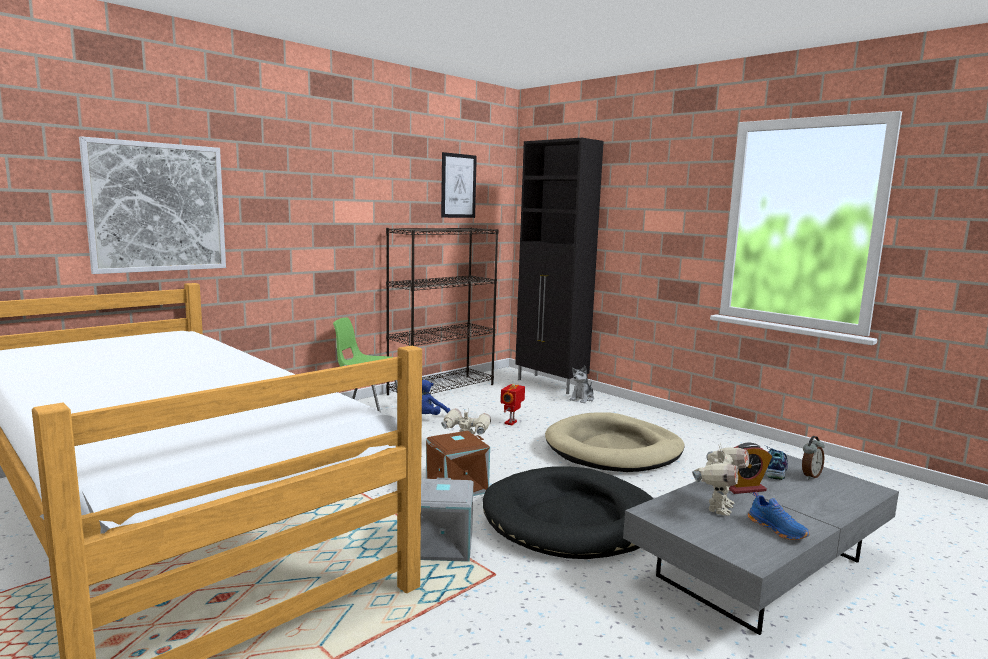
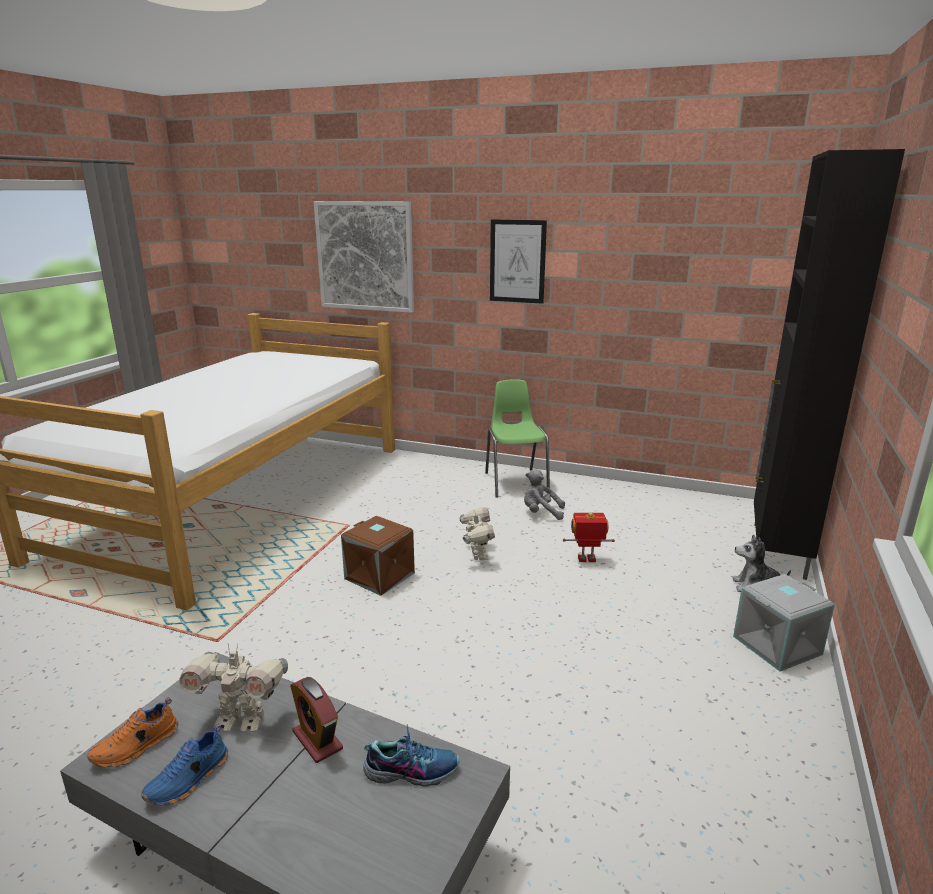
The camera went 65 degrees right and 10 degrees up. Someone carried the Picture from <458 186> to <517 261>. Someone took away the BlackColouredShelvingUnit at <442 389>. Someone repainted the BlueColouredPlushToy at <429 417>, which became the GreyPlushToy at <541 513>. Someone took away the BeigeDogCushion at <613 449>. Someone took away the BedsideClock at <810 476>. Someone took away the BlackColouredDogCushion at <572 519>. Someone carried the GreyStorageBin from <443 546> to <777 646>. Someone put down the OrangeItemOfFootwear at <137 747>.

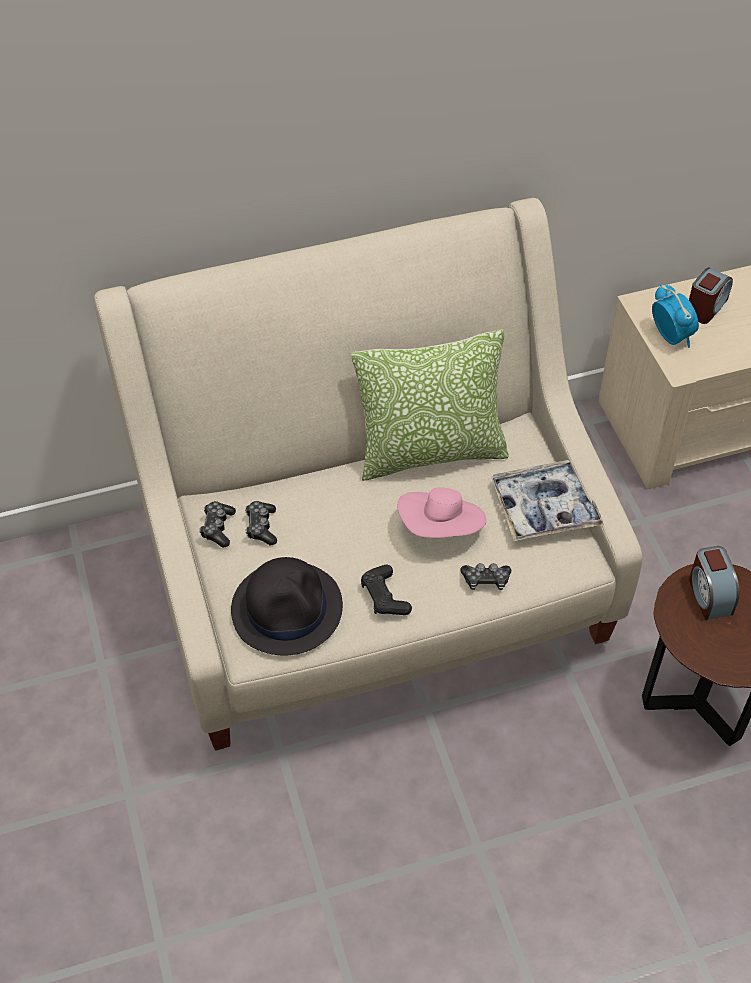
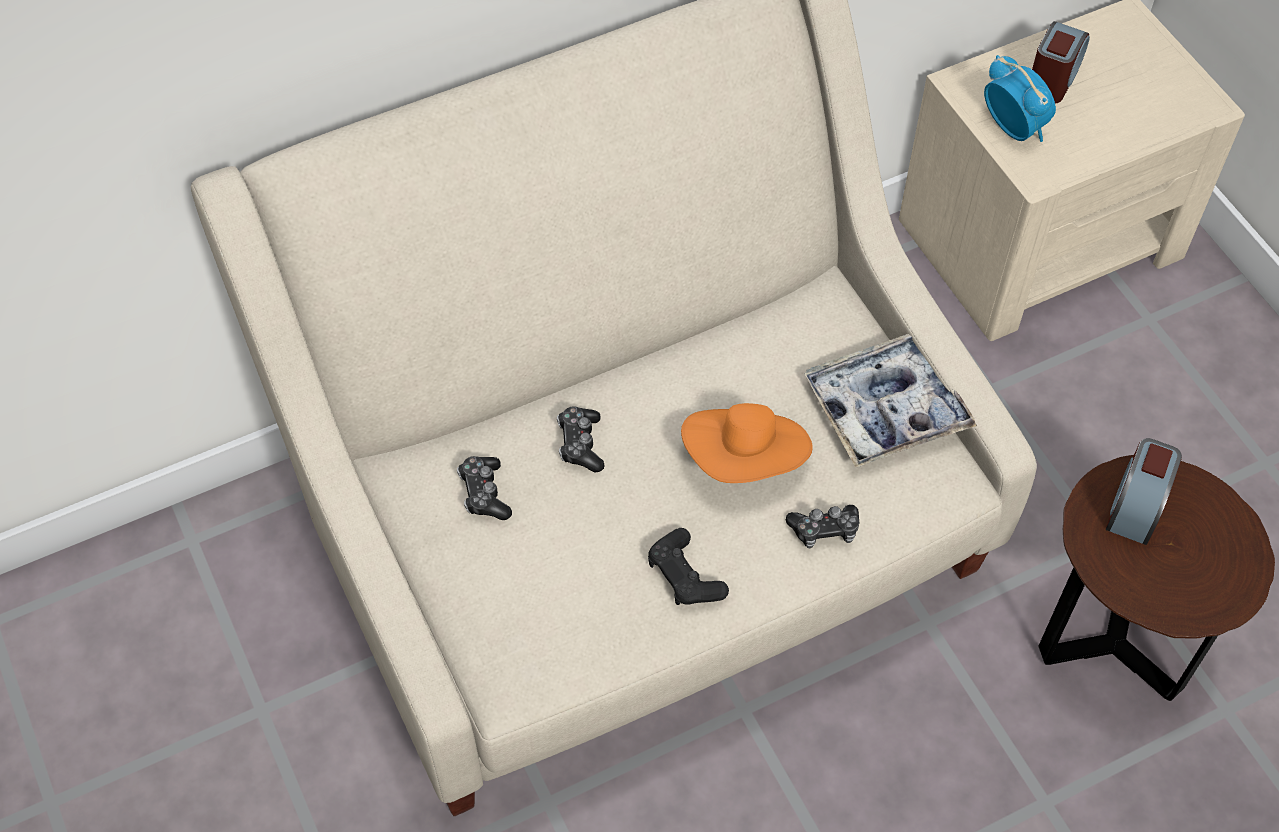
The camera went 10 degrees left and 5 degrees up. Someone took away the ThrowPillow at <430 452>. Someone repainted the PinkColouredClothingHat at <441 528>, which became the OrangeClothingHat at <746 459>. Someone carried the GameController from <218 528> to <580 444>. Someone rotated the BedsideClock at <709 595> by 45 degrees clockwise. Someone took away the BlackColouredClothingHat at <287 608>.

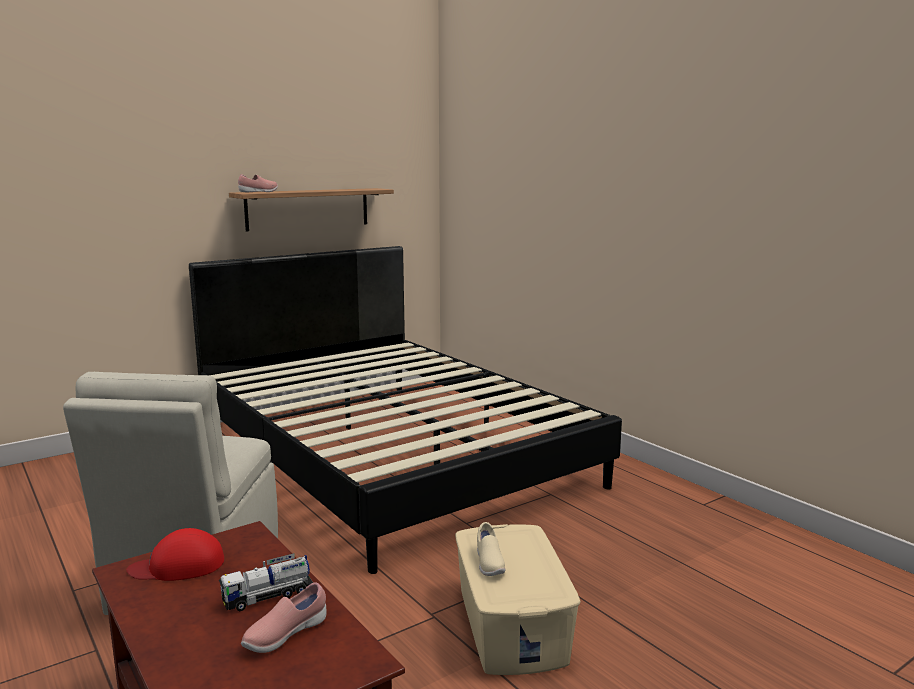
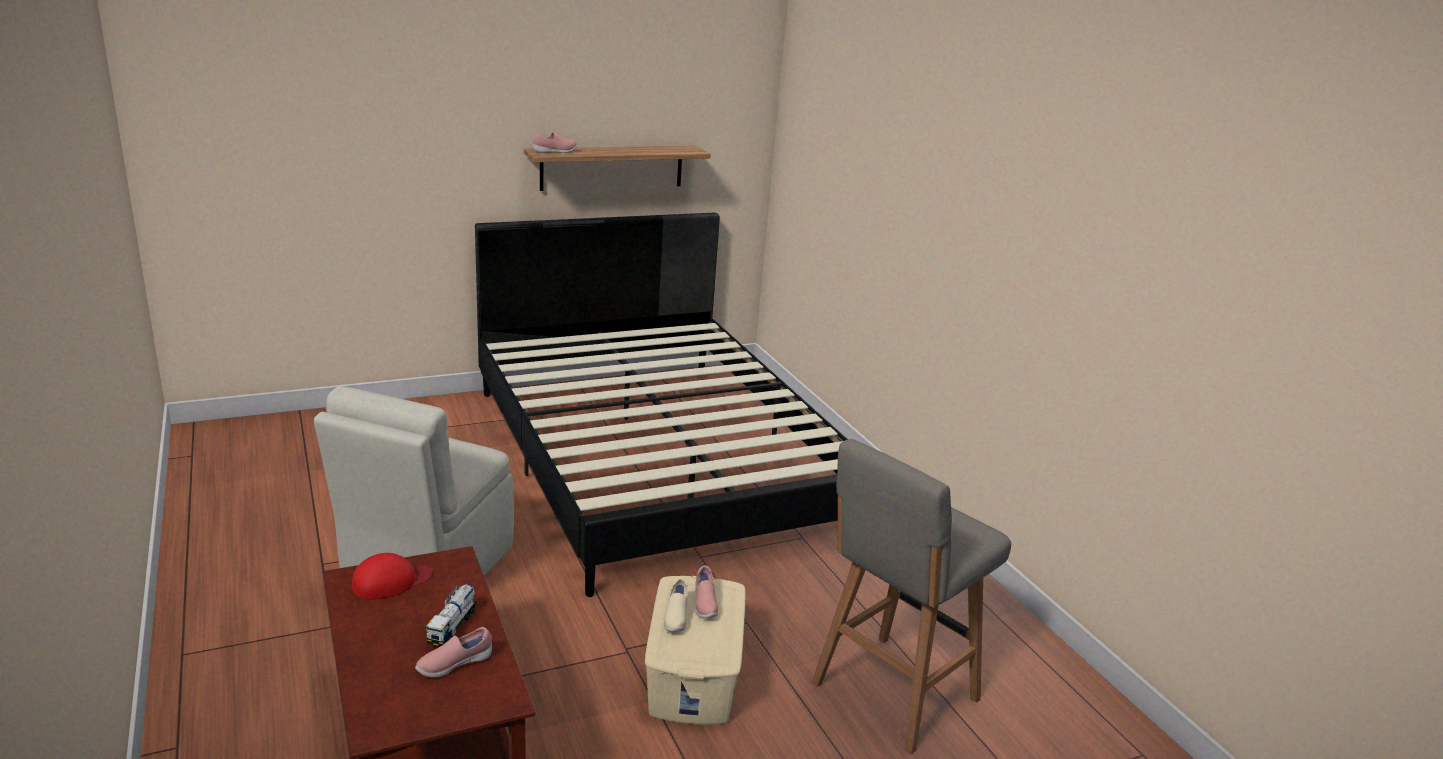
The camera went 10 degrees right and 10 degrees up. Someone rotated the RedBaseballCap at <178 566> by 150 degrees clockwise. Someone rotated the ModelTruck at <268 597> by 60 degrees counterclockwise. Someone put down the GreyStool at <891 694>. Someone put down the PinkColouredItemOfFootwear at <704 604>.

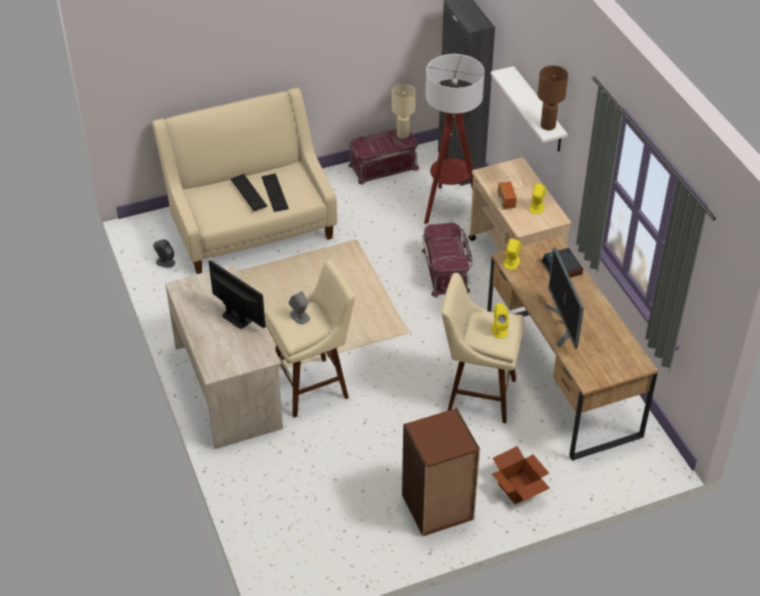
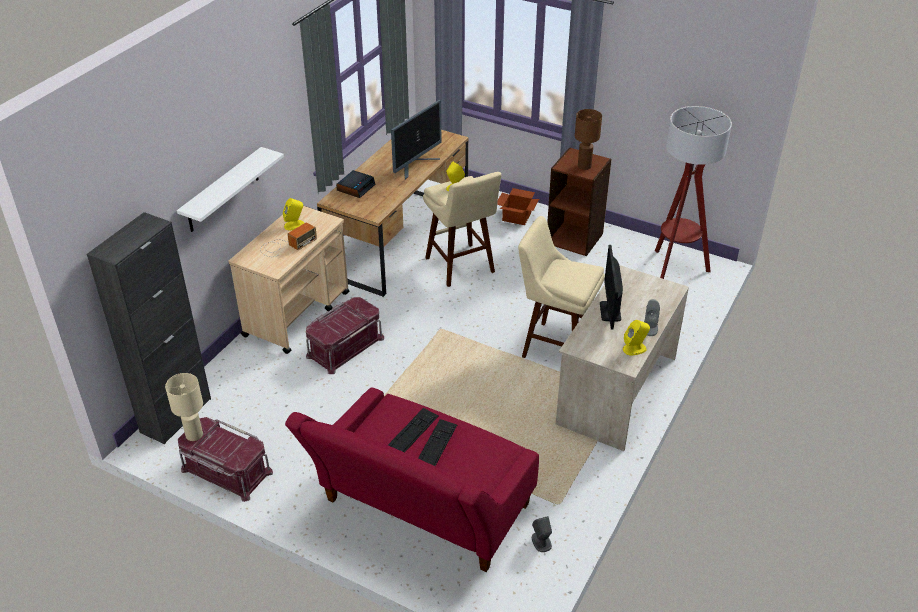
The camera went 130 degrees left and 5 degrees down. Someone carried the StandardLamp from <448 207> to <674 269>. Someone carried the BrownishTabletopLamp from <548 126> to <584 166>. Someone repainted the BeigeSettee at <251 227>, which became the RedSettee at <421 511>. Someone carried the YellowColouredSpeaker from <511 262> to <634 349>. Someone carried the GreySpeaker from <300 316> to <649 328>.

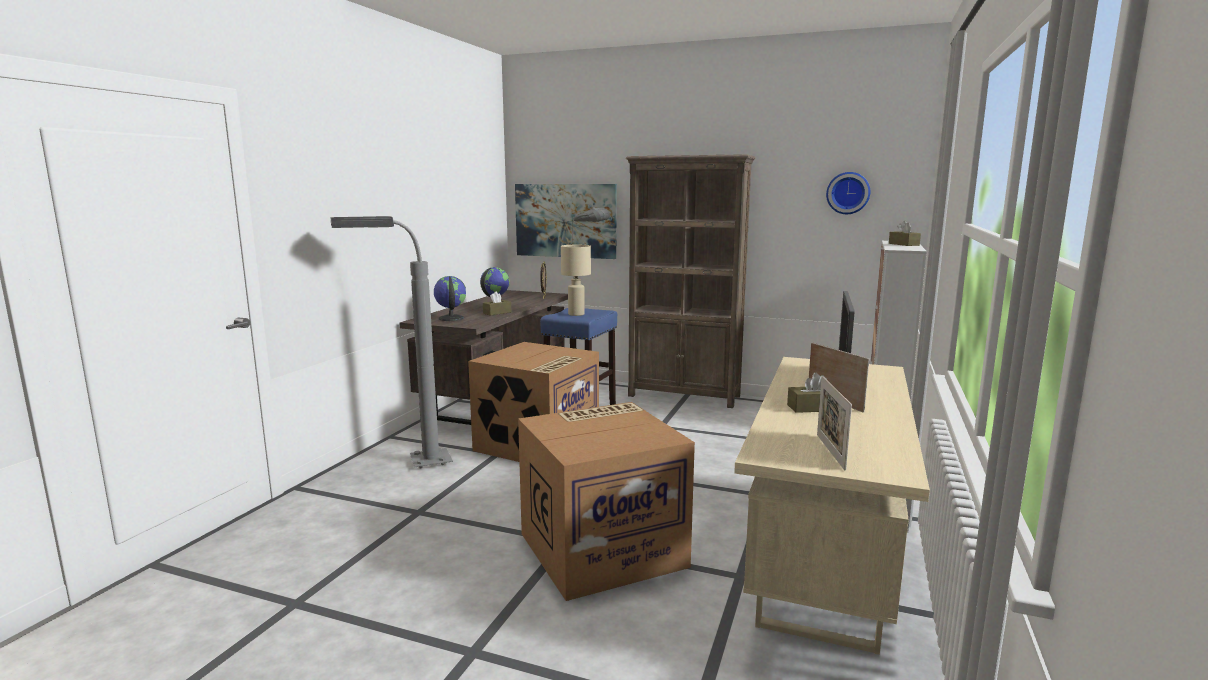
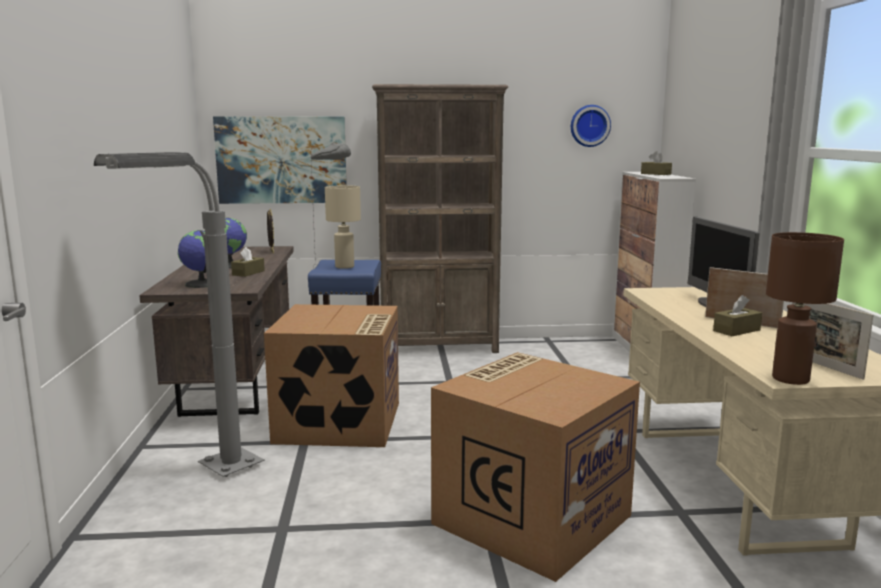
The camera went 25 degrees left and 0 degrees up. Someone put down the BrownishTabletopLamp at <791 379>.

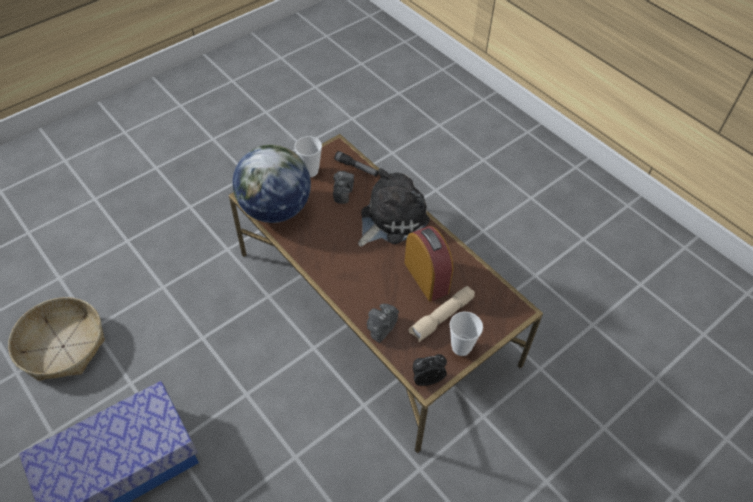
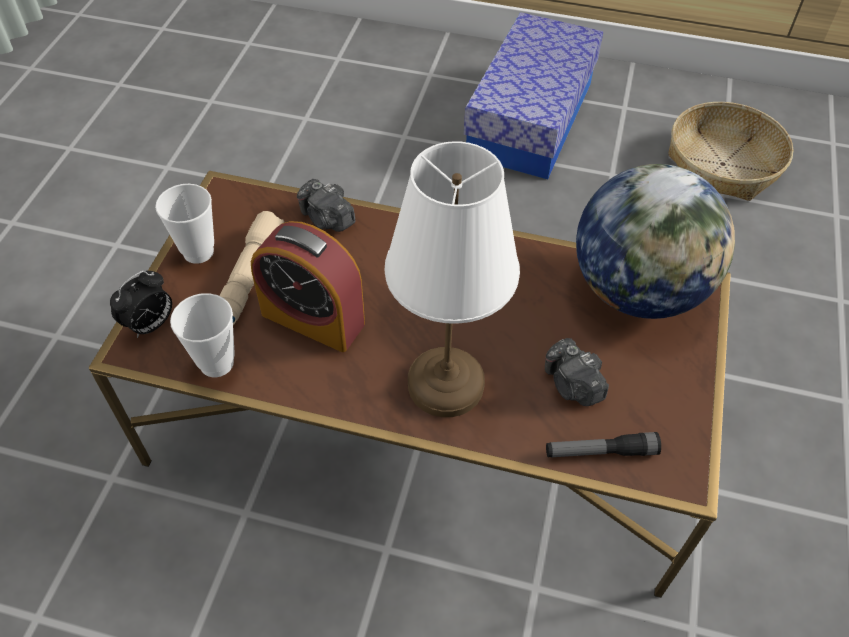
The camera went 145 degrees right and 0 degrees up. Someone carried the DrinkingCup from <310 171> to <217 363>. Someone swapped the PlushToy at <390 219> for the WhitishTabletopLamp at <447 383>. Someone rotated the StillCamera at <381 328> by 135 degrees clockwise. Someone carried the BedsideClock from <427 378> to <150 325>.

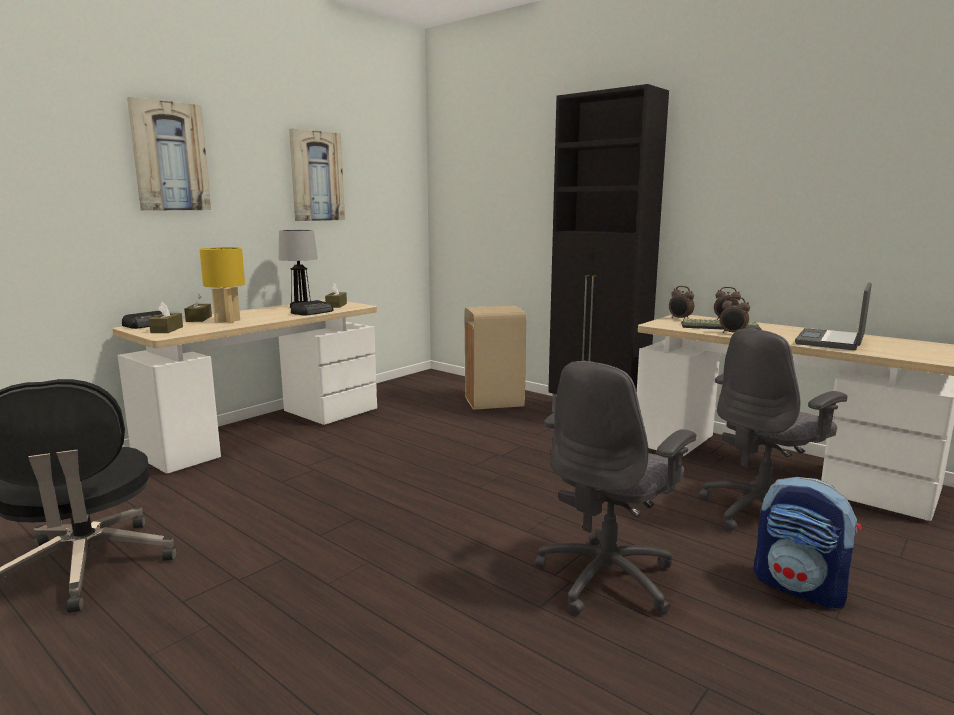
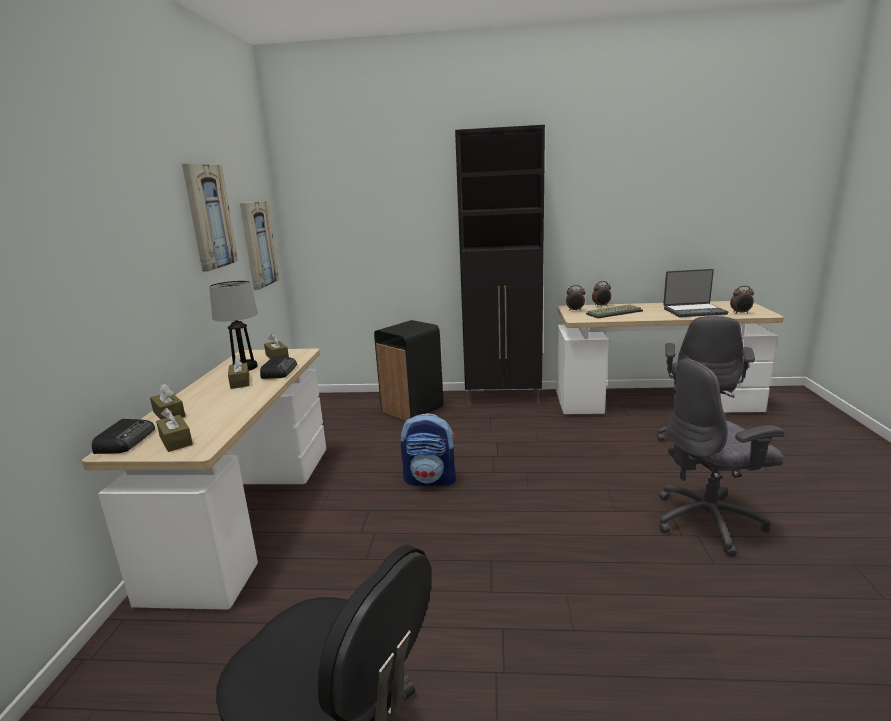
The camera went 35 degrees left and 5 degrees up. Someone carried the Picture from <170 157> to <258 244>. Someone took away the YellowColouredTabletopLamp at <228 321>. Someone rotated the NotebookComputer at <831 341> by 90 degrees counterclockwise. Someone carried the BedsideClock from <732 333> to <740 313>. Someone repainted the BeigeRubbishBin at <493 402>, which became the BlackColouredRubbishBin at <411 410>. Someone rotated the GreyDeskChair at <608 578> by 75 degrees clockwise. Someone carried the Rucksack from <800 588> to <431 480>. Someone put down the BrownishTissueBox at <240 382>.

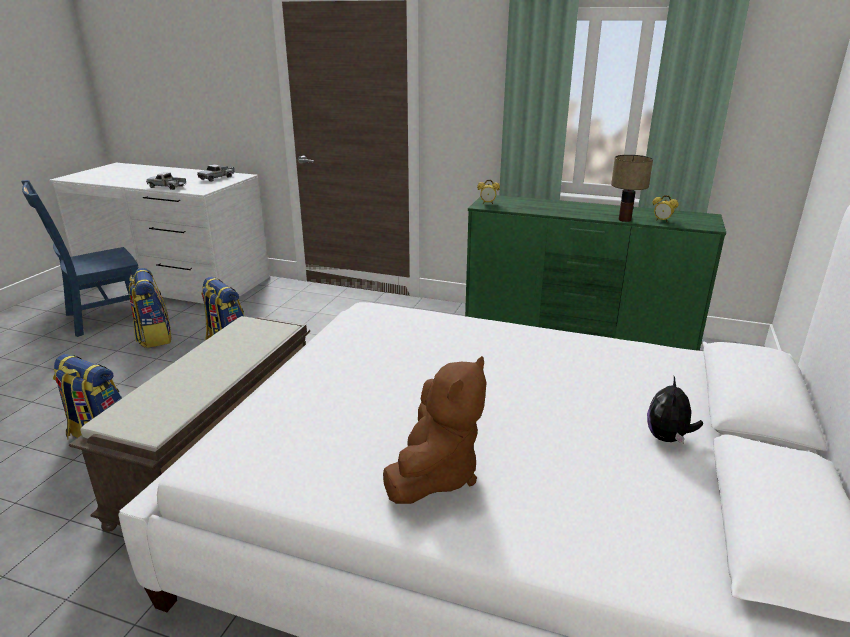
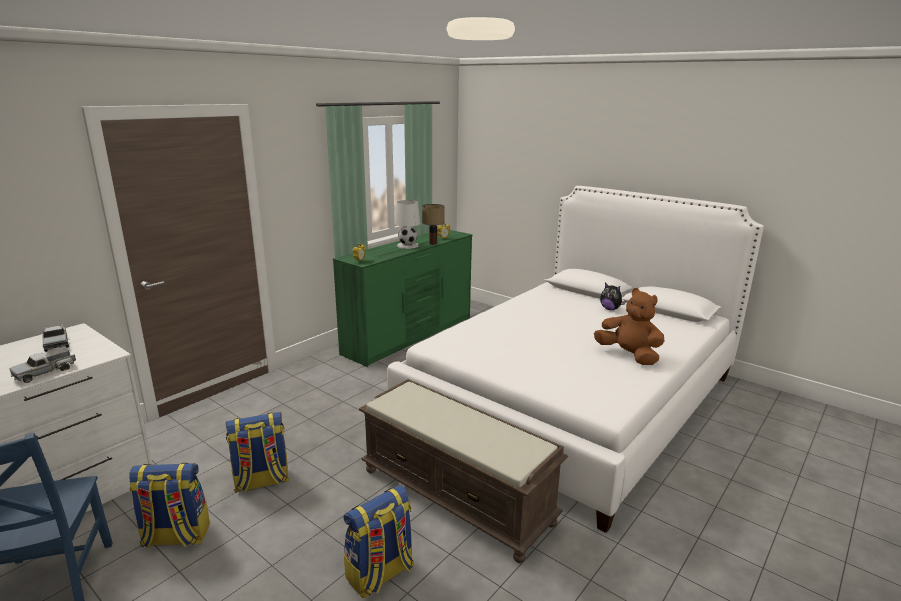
The camera went 70 degrees left and 5 degrees down. Someone put down the WhitishTabletopLamp at <407 245>.

